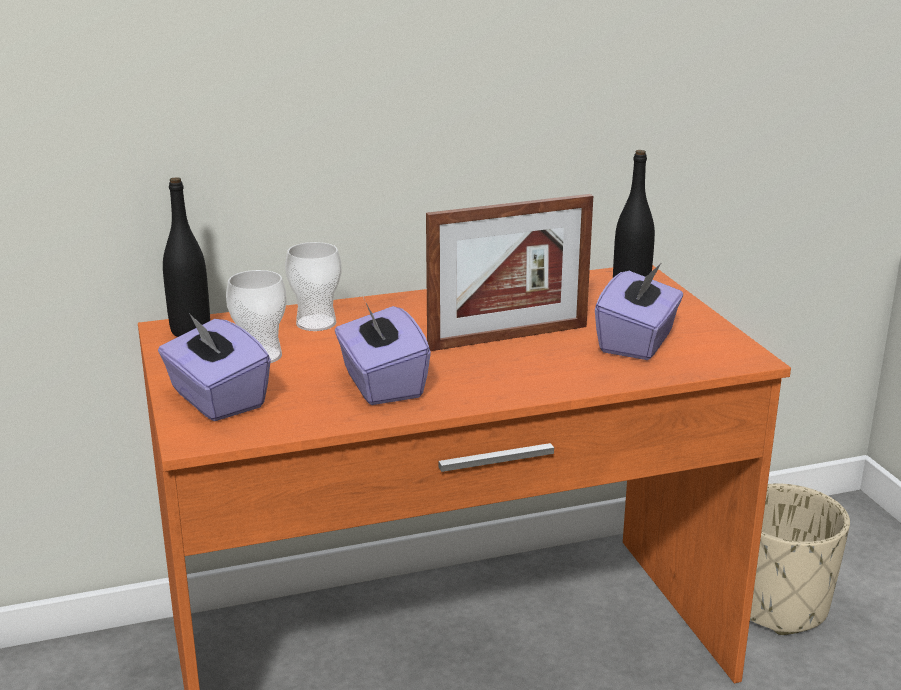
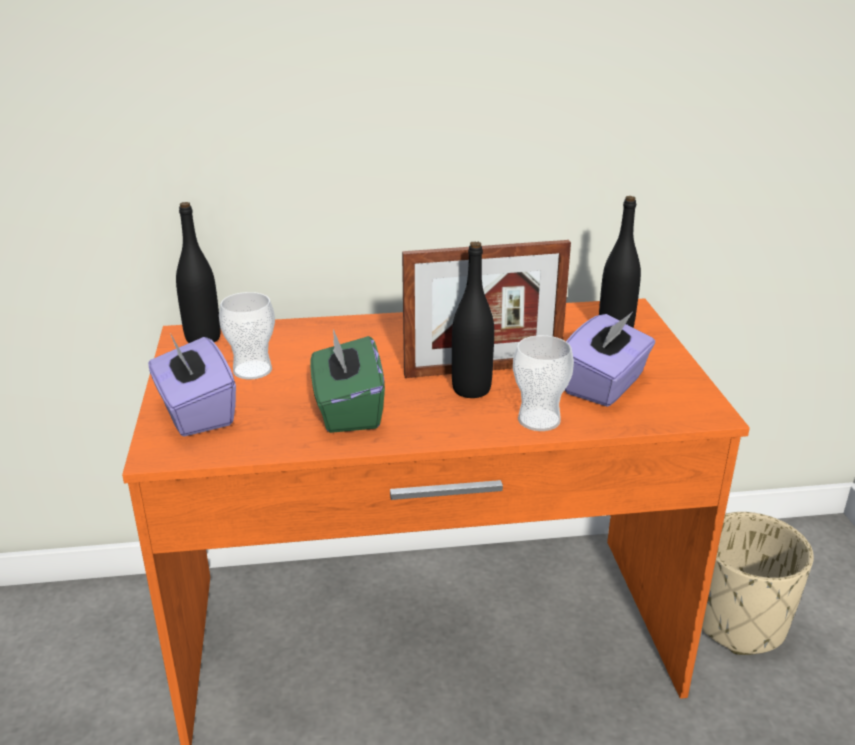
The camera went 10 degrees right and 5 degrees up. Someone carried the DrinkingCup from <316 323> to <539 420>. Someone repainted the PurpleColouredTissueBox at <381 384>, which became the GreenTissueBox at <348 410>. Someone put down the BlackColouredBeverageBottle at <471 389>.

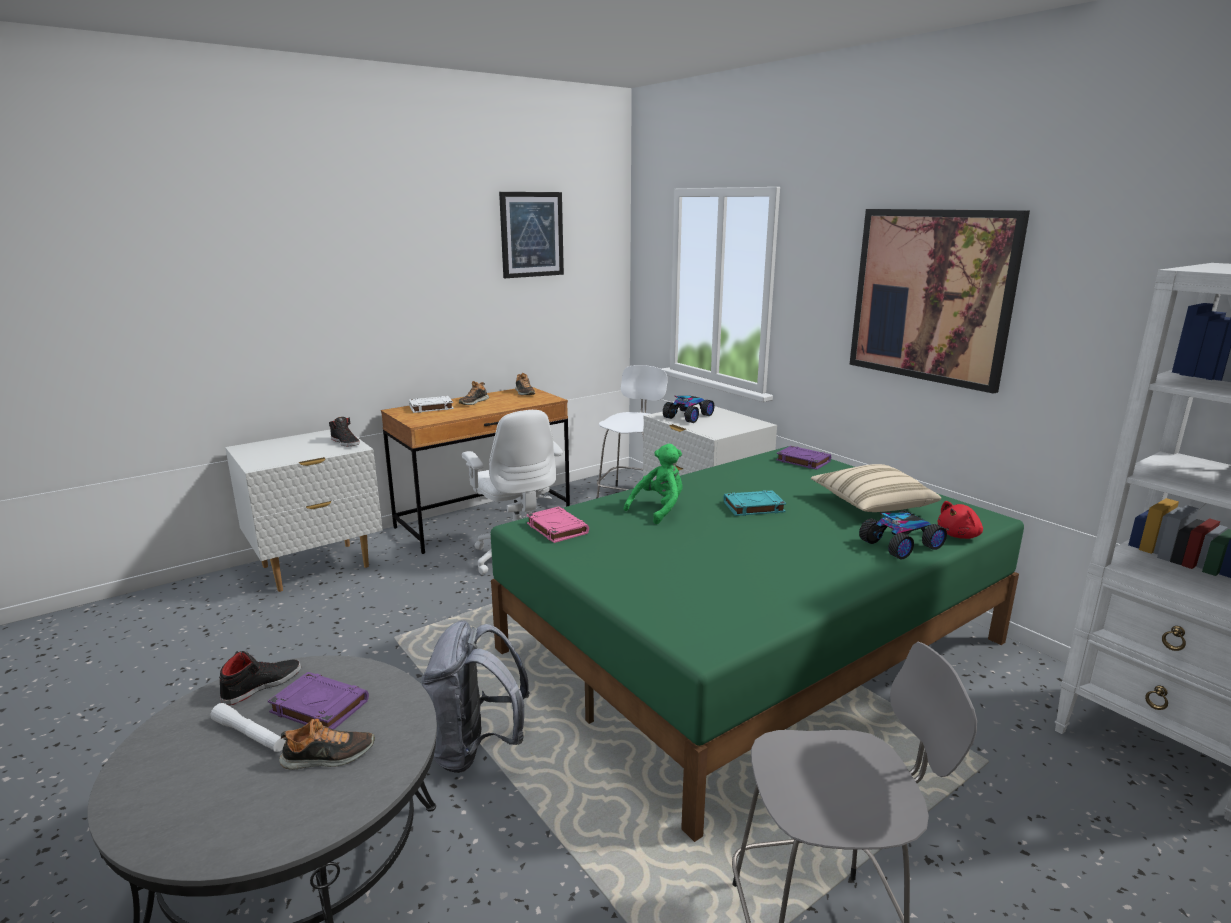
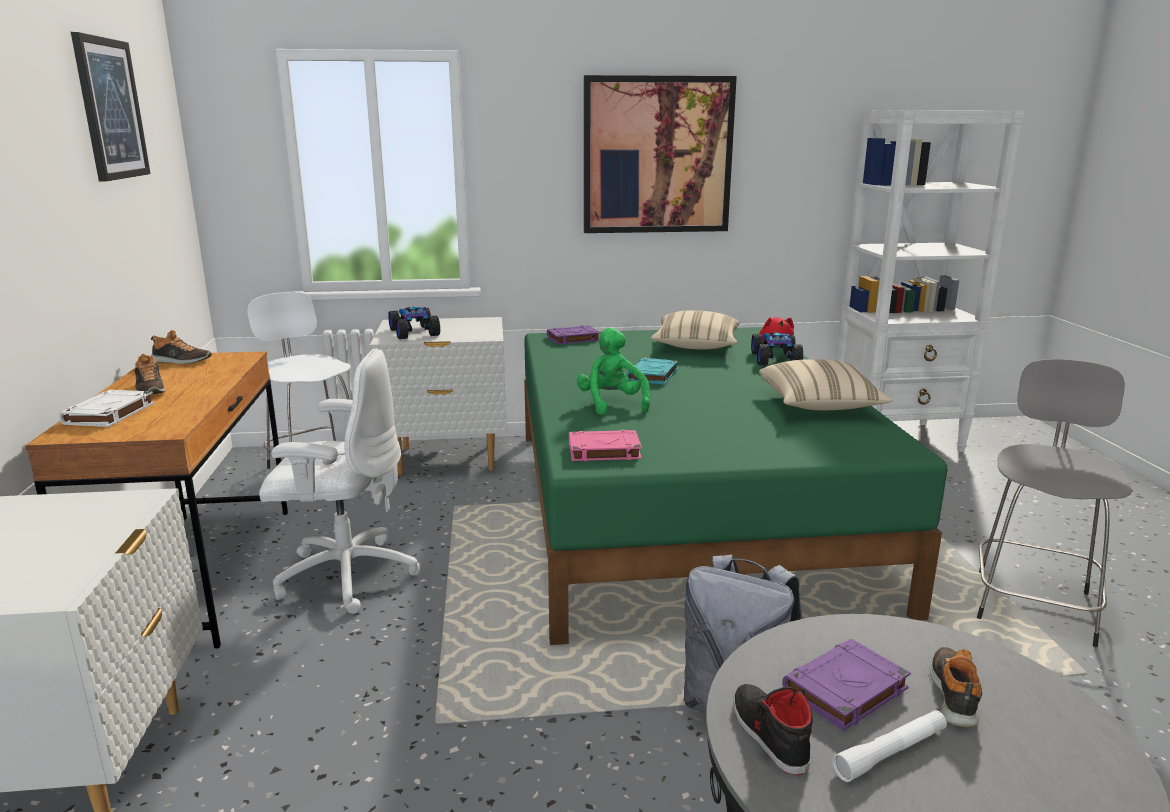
The camera went 60 degrees left and 0 degrees up. Someone took away the BlackColouredItemOfFootwear at <345 442>. Someone put down the BeigeThrowPillow at <819 406>.

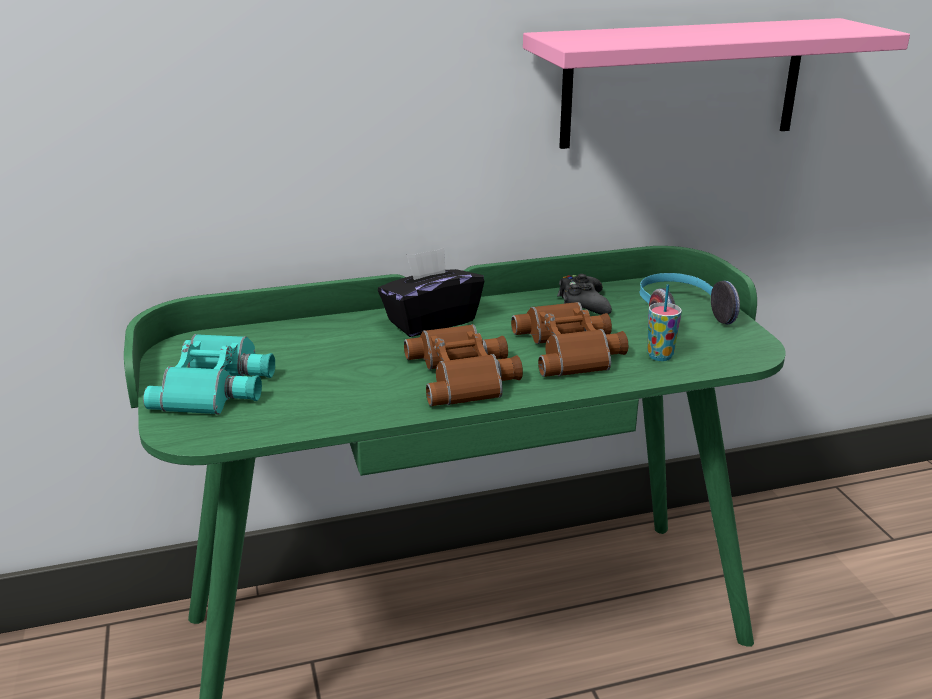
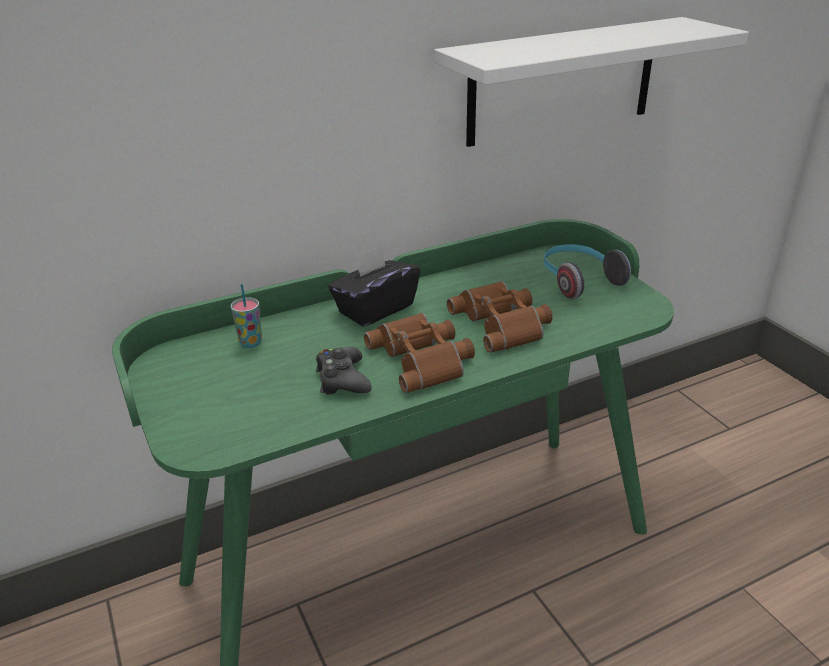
The camera went 10 degrees left and 5 degrees up. Someone repainted the PinkColouredWallShelf at <682 83>, which became the WhitishWallShelf at <562 81>. Someone carried the BlackColouredGameController from <582 304> to <342 379>. Someone carried the DrinkingCup from <660 356> to <250 343>. Someone took away the BlueGreenFieldGlasses at <218 386>.

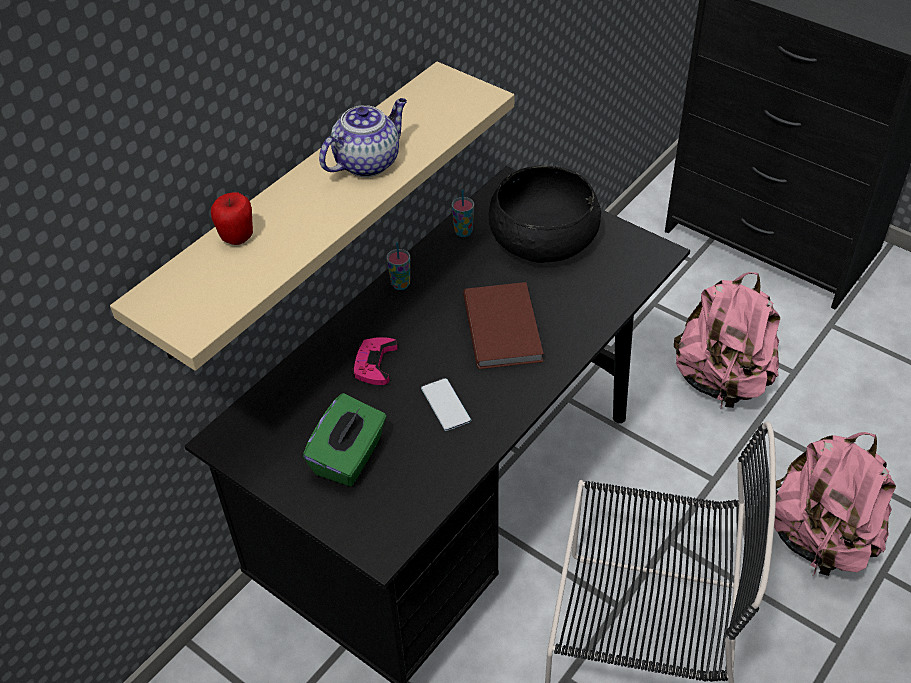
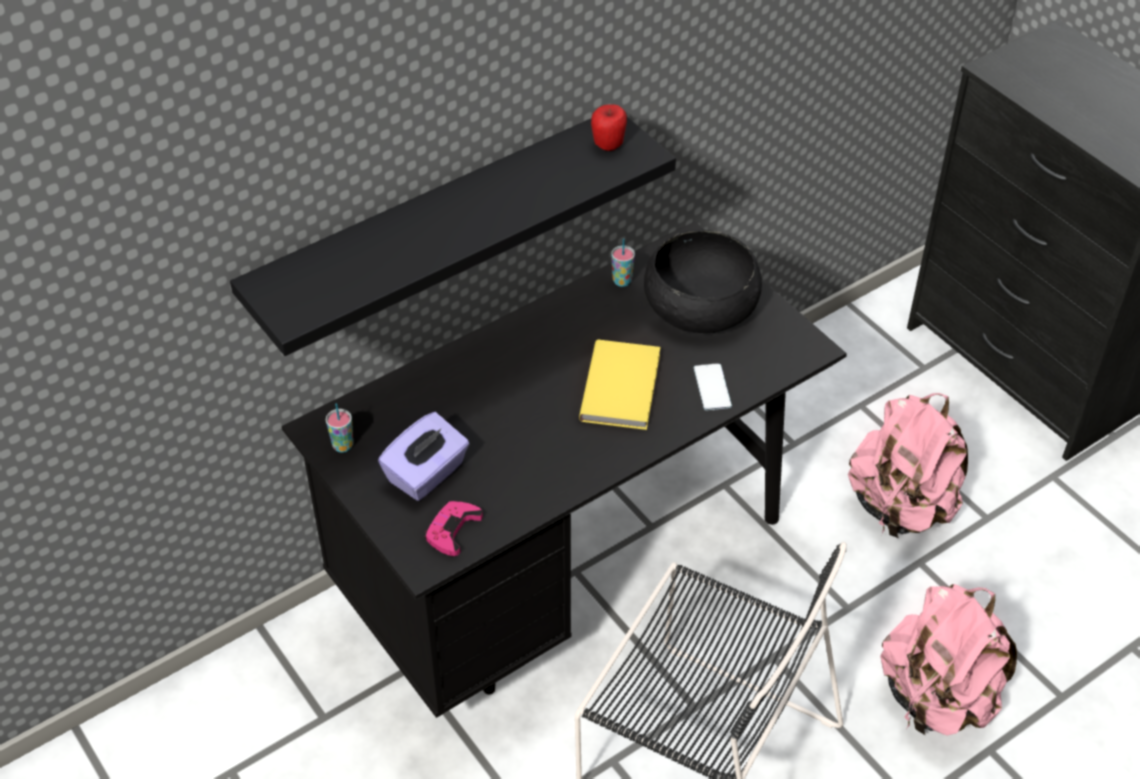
The camera went 15 degrees right and 0 degrees up. Someone repainted the BeigeWallShelf at <297 210>, which became the BlackColouredWallShelf at <436 227>. Someone took away the Teapot at <368 162>. Someone carried the Apple from <237 238> to <608 145>. Someone carried the DrinkingCup from <400 284> to <343 446>. Someone repainted the BrownishBook at <504 327>, which became the YellowColouredBook at <623 386>. Someone carried the PinkColouredGameController from <374 364> to <452 530>. Someone carried the Phone from <445 405> to <712 387>. Someone repainted the GreenTissueBox at <349 457>, which became the PurpleColouredTissueBox at <427 474>.

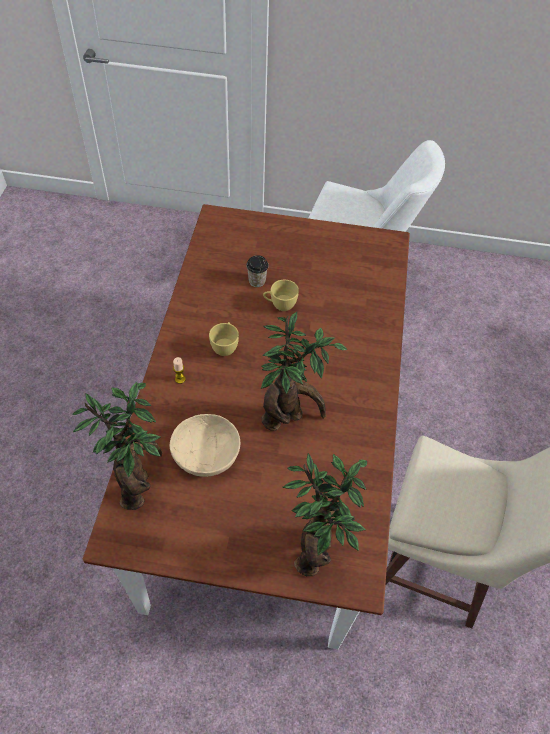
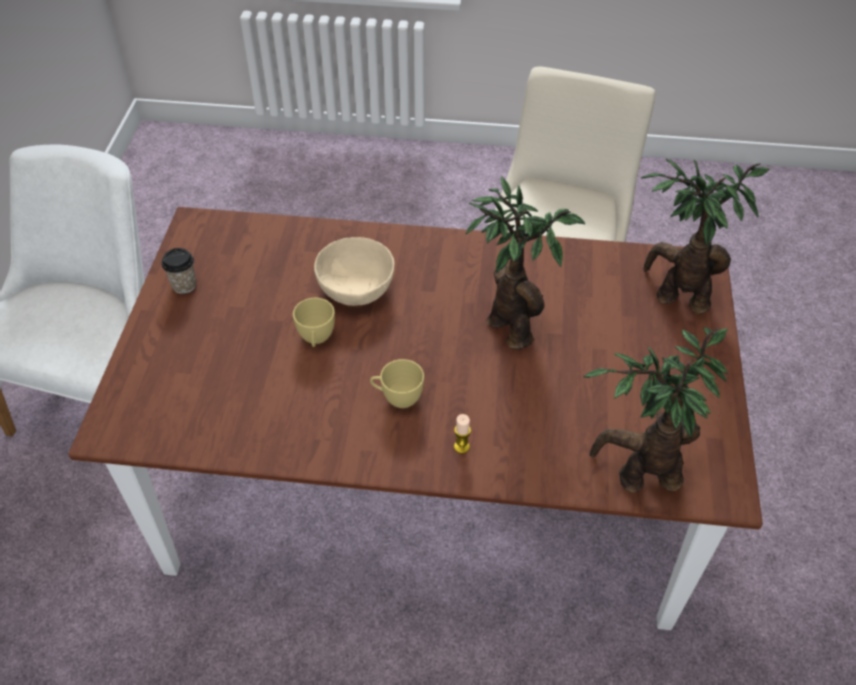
The camera went 90 degrees left and 5 degrees down. Someone carried the DrinkingCup from <257 281> to <184 285>. Someone carried the BeigeDeepDish from <206 456> to <357 287>.

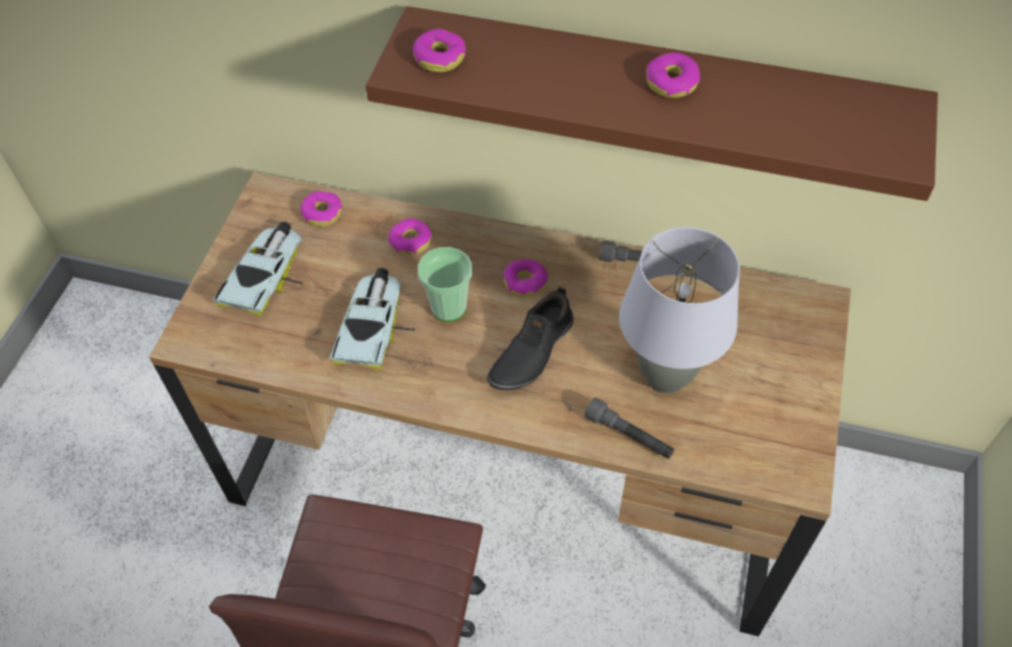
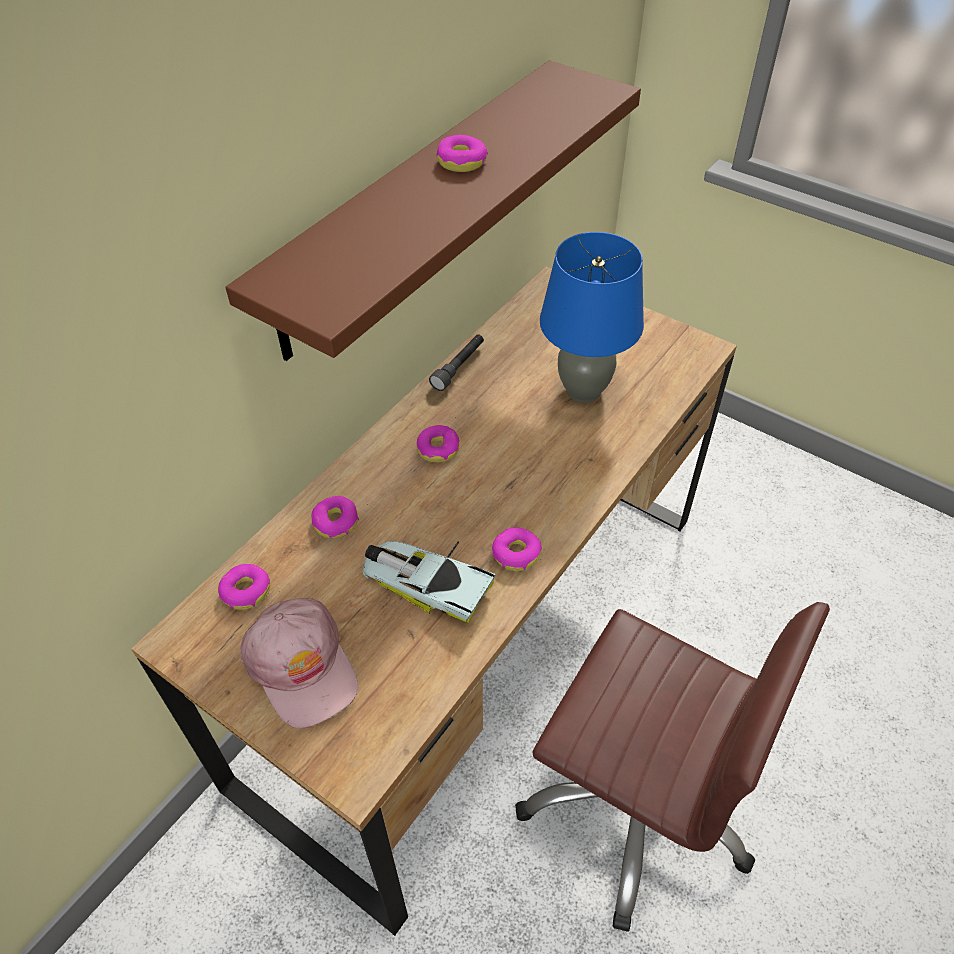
The camera went 70 degrees left and 5 degrees down. Someone carried the RingDoughnut from <439 58> to <516 554>. Someone swapped the ToyCar at <266 274> for the PinkColouredBaseballCap at <302 666>. Someone repainted the GreyTabletopLamp at <664 377>, which became the BlueColouredTabletopLamp at <583 391>. Someone took away the DrinkingCup at <448 307>. Someone took away the BlackColouredItemOfFootwear at <531 351>. Someone took away the GreyTorch at <629 436>.

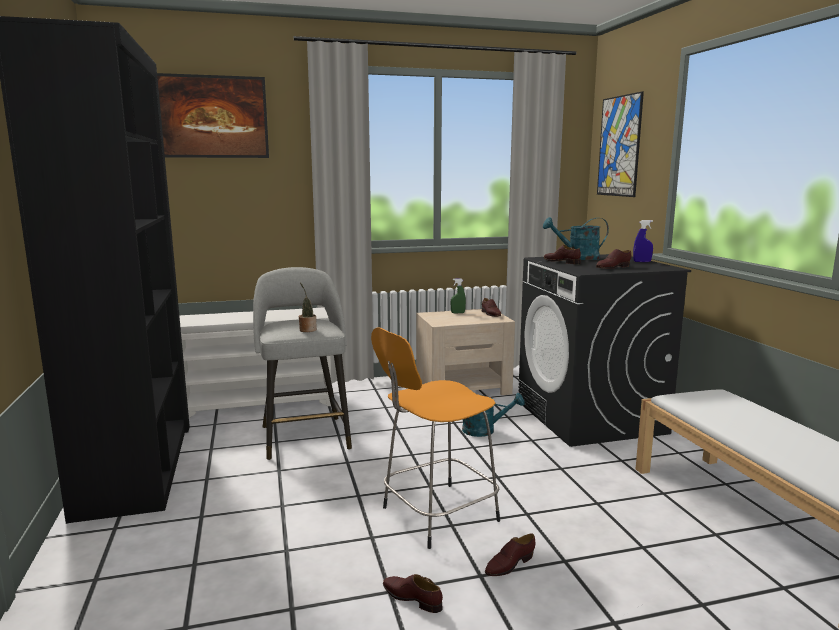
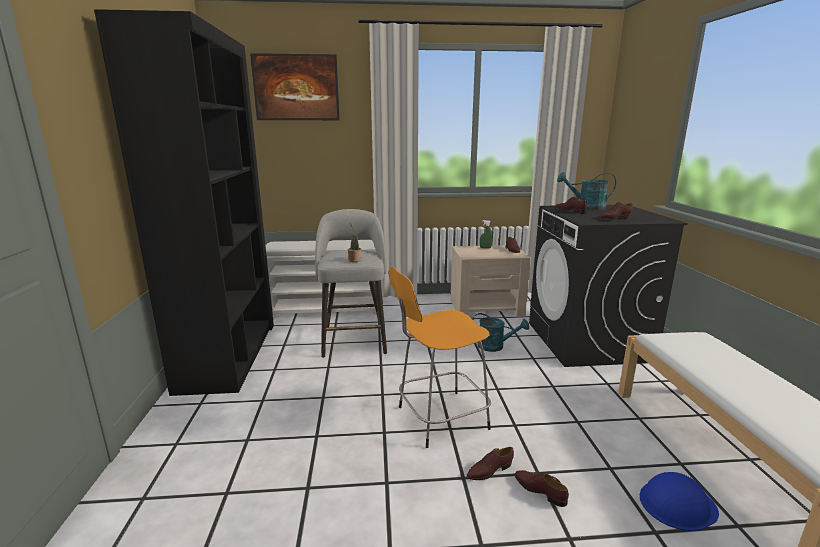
The camera went 10 degrees right and 5 degrees up. Someone took away the Picture at <619 146>. Someone took away the BlueColouredSprayBottle at <642 262>. Someone carried the BrownishItemOfFootwear from <412 598> to <540 490>. Someone put down the BlueColouredWorkHelmet at <677 504>.

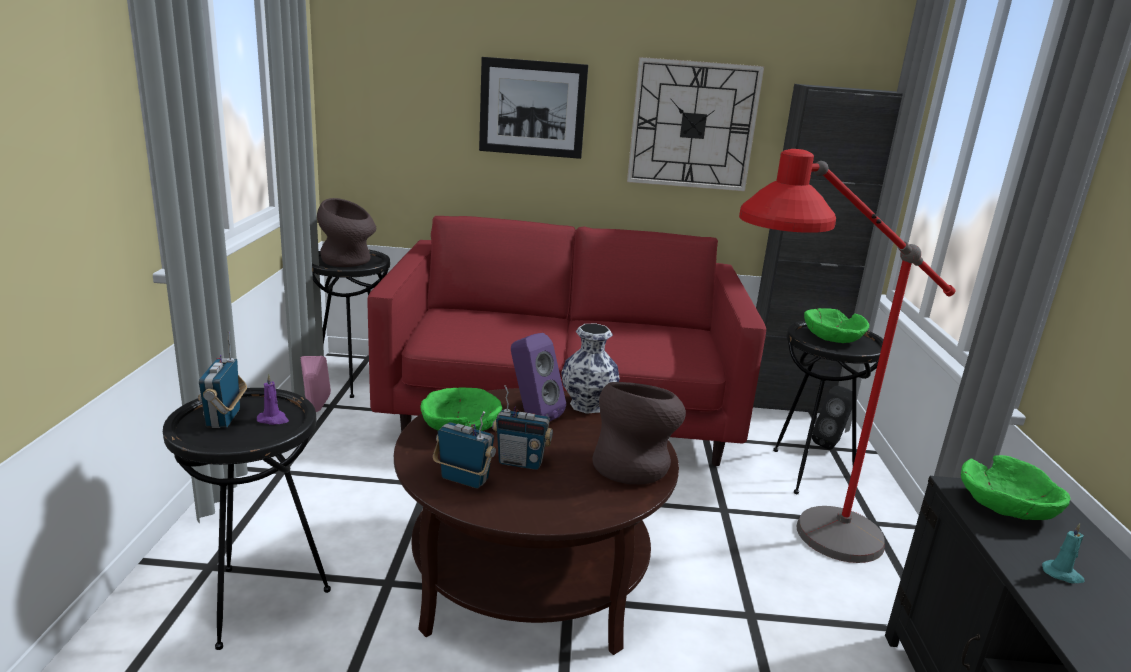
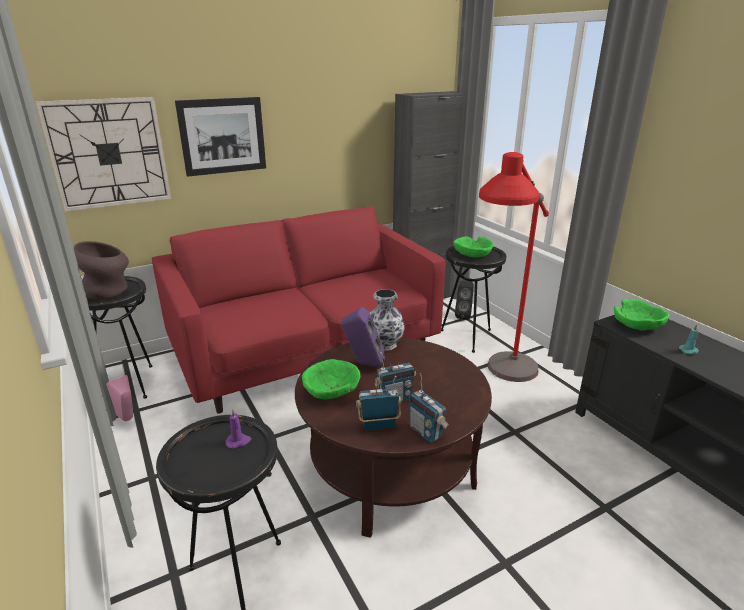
The camera went 30 degrees left and 5 degrees up. Someone carried the ClockOnTheWall from <693 125> to <108 153>. Someone carried the Radio from <225 418> to <426 432>. Someone took away the BrownishFlowerVase at <633 464>.

